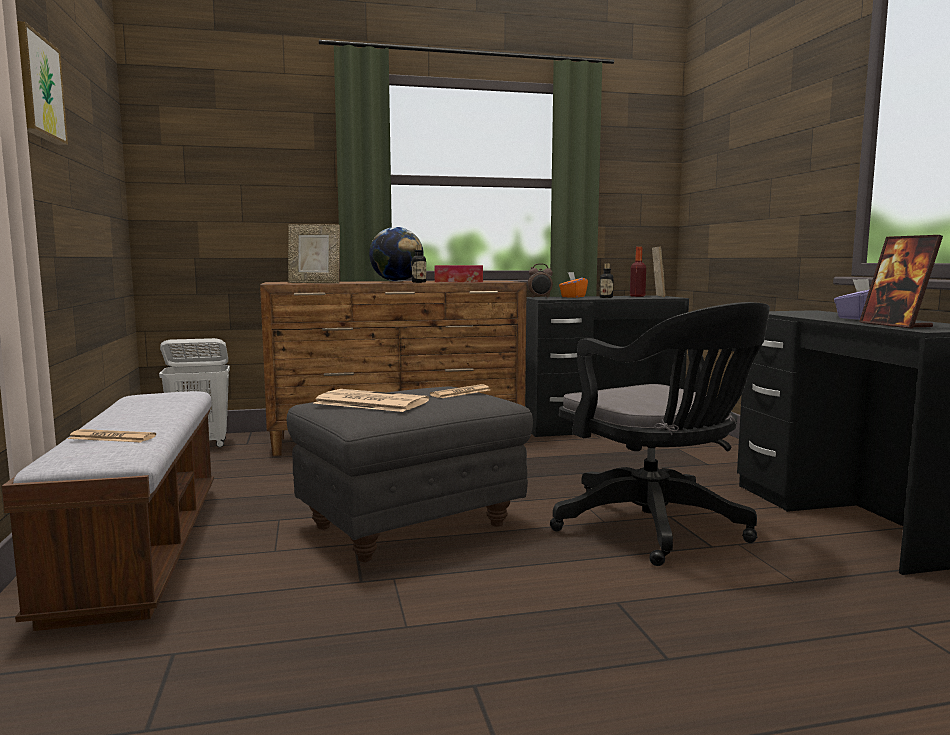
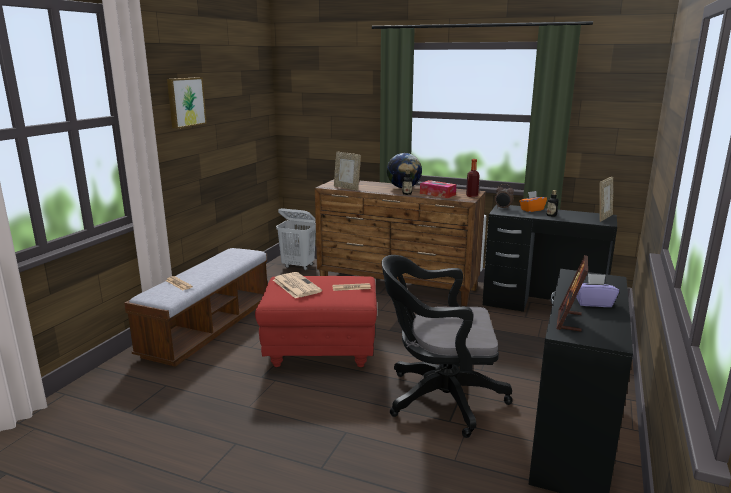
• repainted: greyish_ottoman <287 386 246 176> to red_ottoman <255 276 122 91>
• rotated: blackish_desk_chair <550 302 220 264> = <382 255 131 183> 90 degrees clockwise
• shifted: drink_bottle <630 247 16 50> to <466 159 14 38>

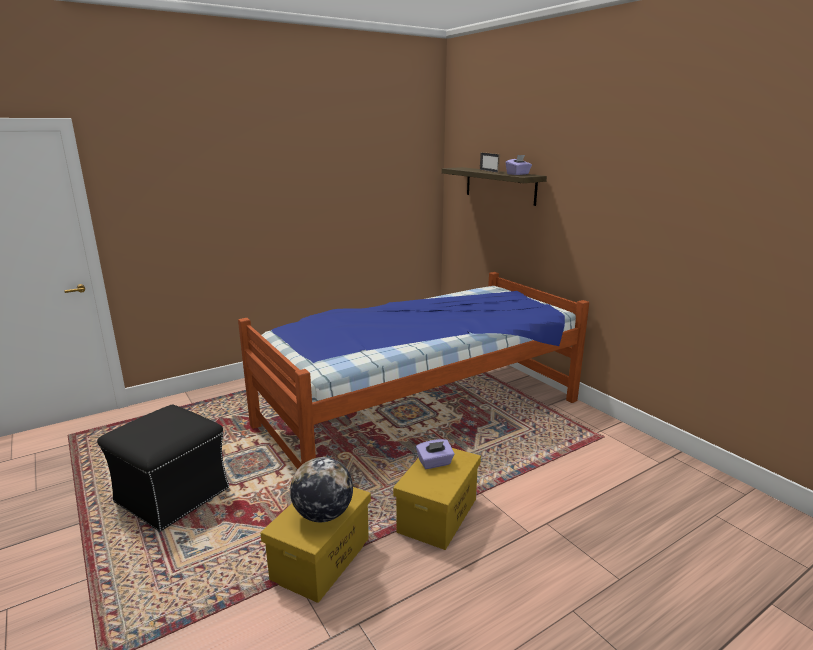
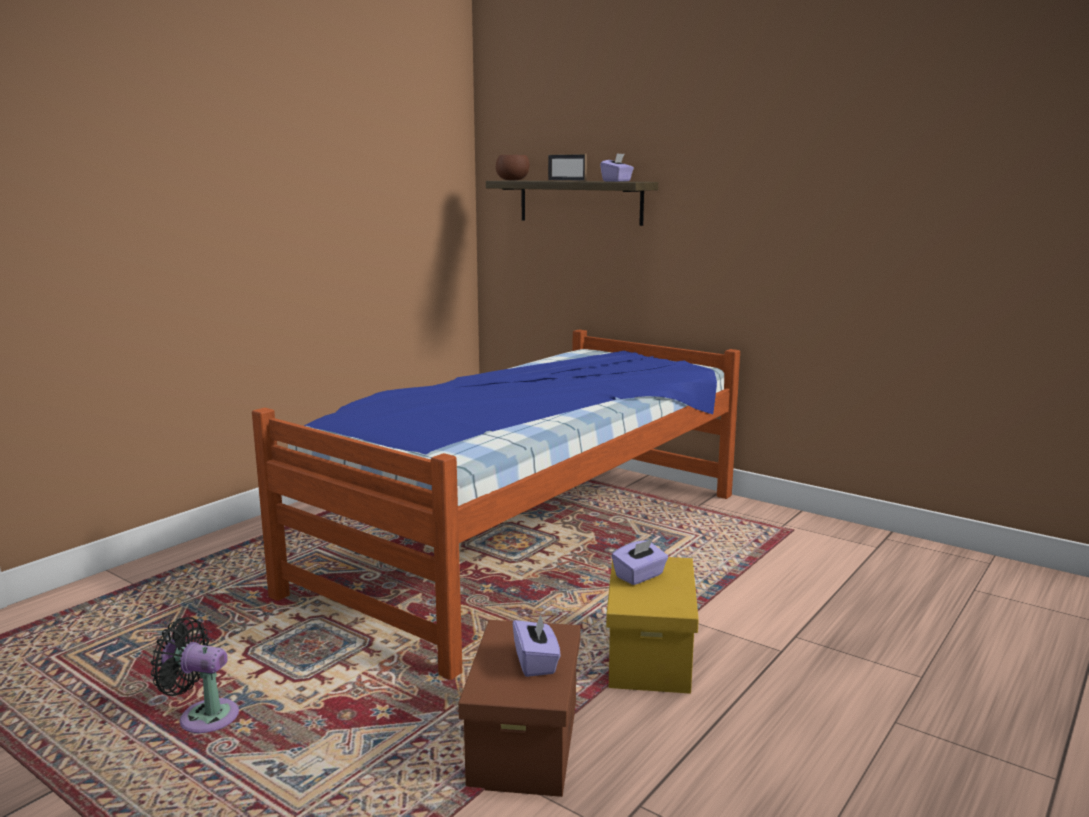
• swapped: blackish_ottoman <97 404 132 128> to blackish_fan <151 617 88 116>
• repainted: yellow_storage_container <260 487 111 116> to brown_storage_container <458 620 123 177>
• new: brown_serving_bowl <496 155 34 25>
• swapped: world_globe <290 457 63 65> to purple-coloured_tissue_box <512 614 49 63>

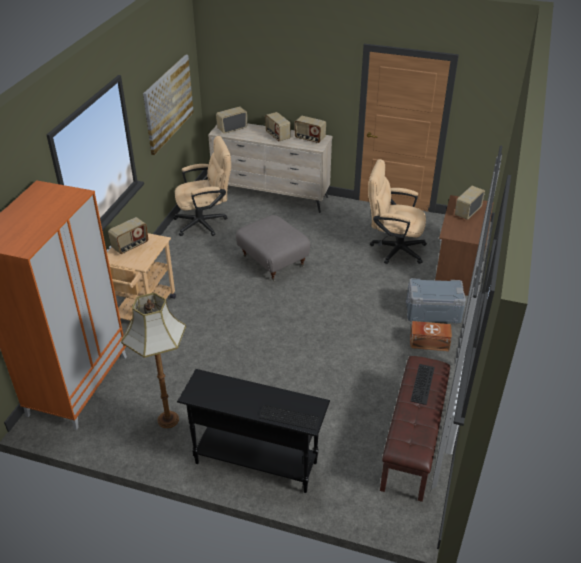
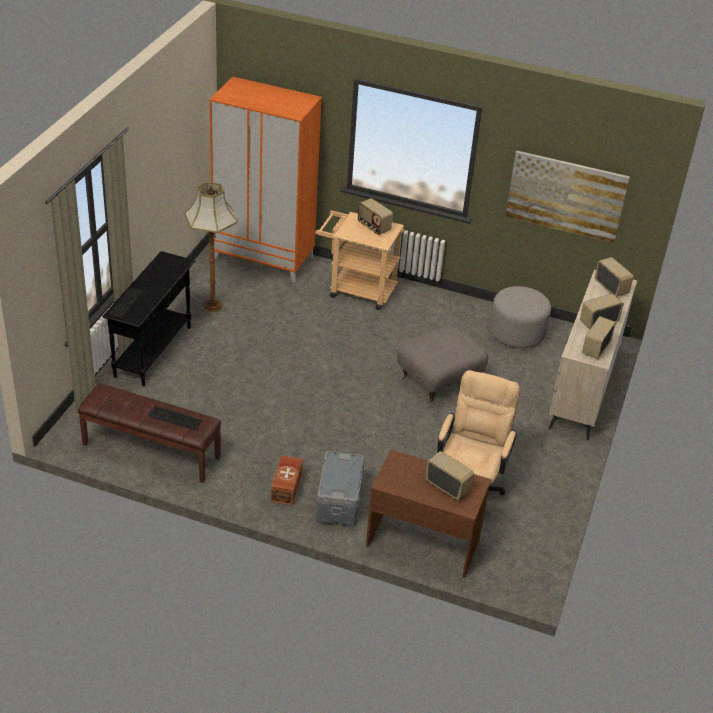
• swapped: sand-coloured_desk_chair <173 136 58 100> to greyish_ottoman <489 286 62 62>

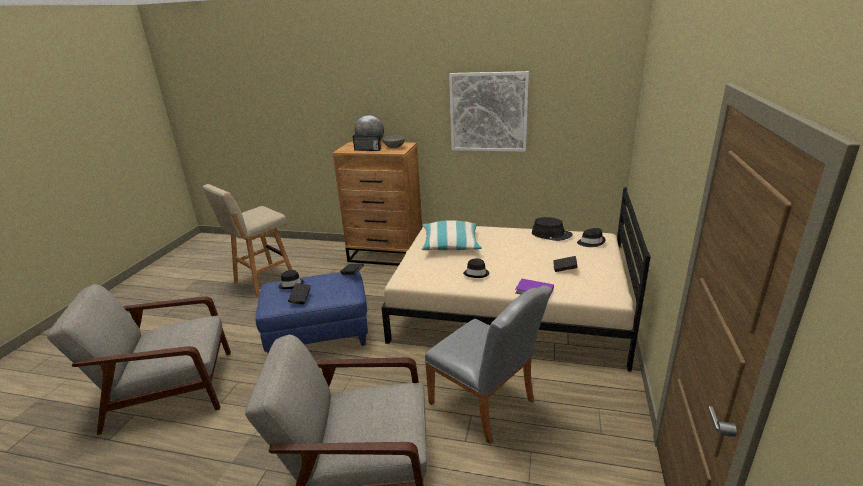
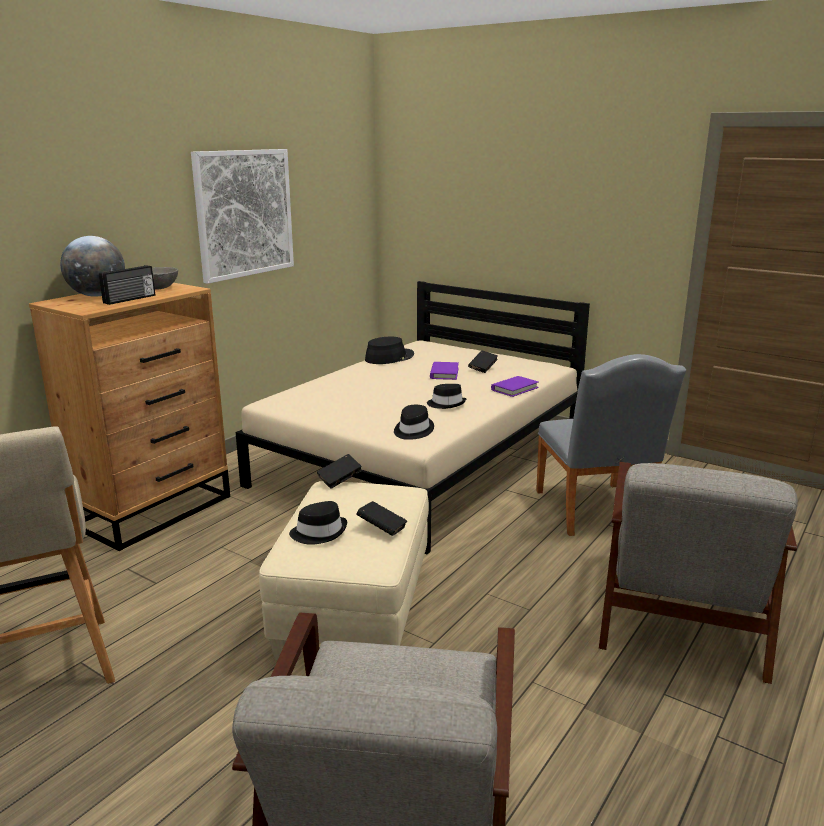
• repainted: blue_ottoman <256 271 112 82> to sand-coloured_ottoman <259 481 170 179>
• shifted: blackish_hat <577 228 29 19> to <394 405 40 35>
• new: purple-coloured_bound_book <430 362 29 18>
• rotated: greyish_plain_chair <425 285 127 159> = <536 354 150 182> 105 degrees clockwise
• gone: pillow <422 220 60 30>

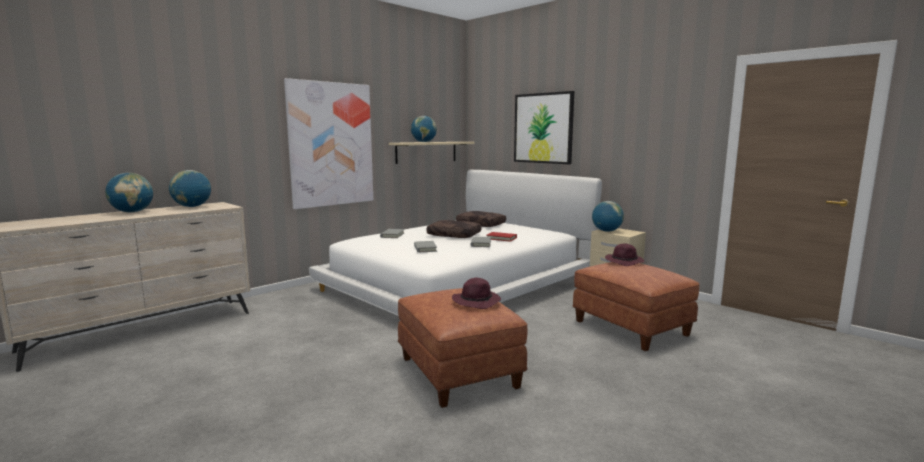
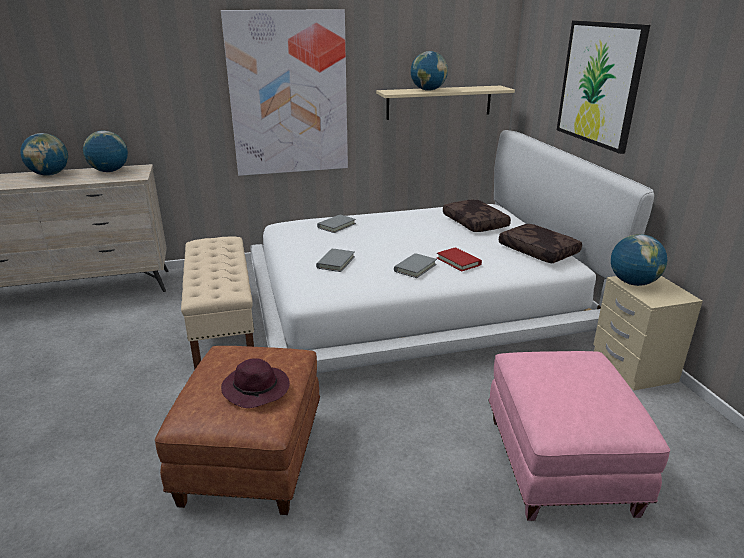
• new: sand-coloured_indoor_bench <181 236 73 133>
• repainted: brown_ottoman <572 262 127 89> to pink_ottoman <488 351 182 170>
• shifted: brown_pillow <426 220 55 18> to <499 224 83 40>
• gone: purple-coloured_hat <605 244 39 22>

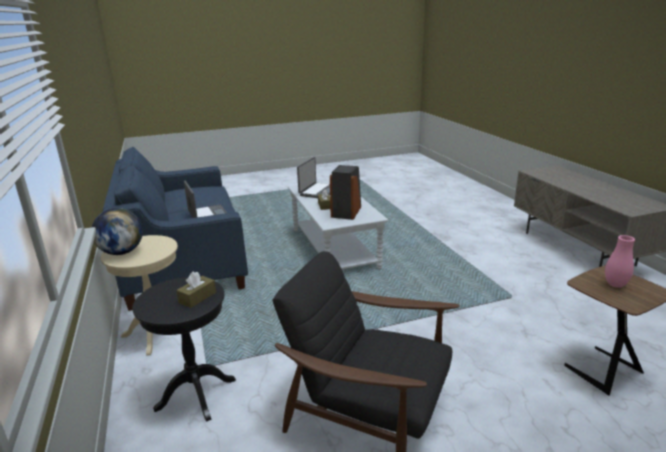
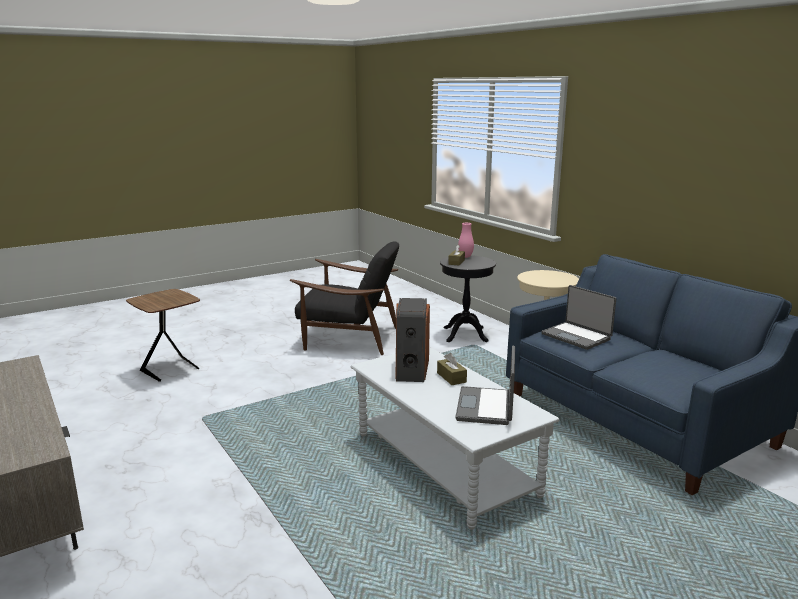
• shifted: pink_decorative_vase <605 235 30 53> to <458 223 16 35>
• gone: world_globe <92 208 51 47>

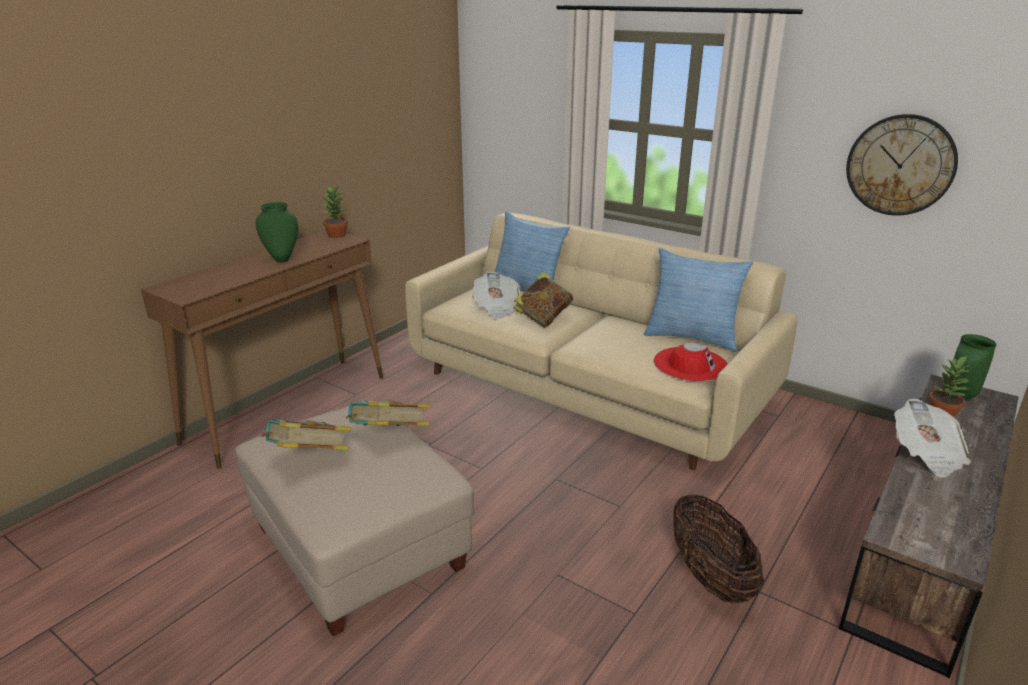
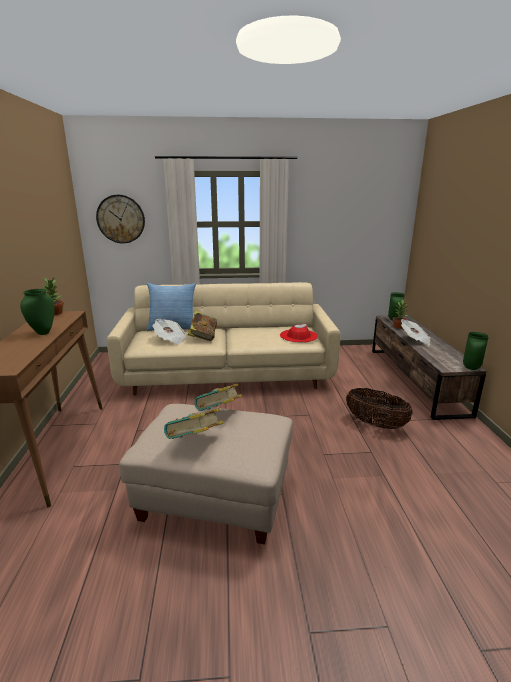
• shifted: clock_on_the_wall <846 114 112 101> to <96 195 49 49>
• new: green-coloured_decorative_vase <463 332 26 38>
• gone: pillow <644 248 109 104>

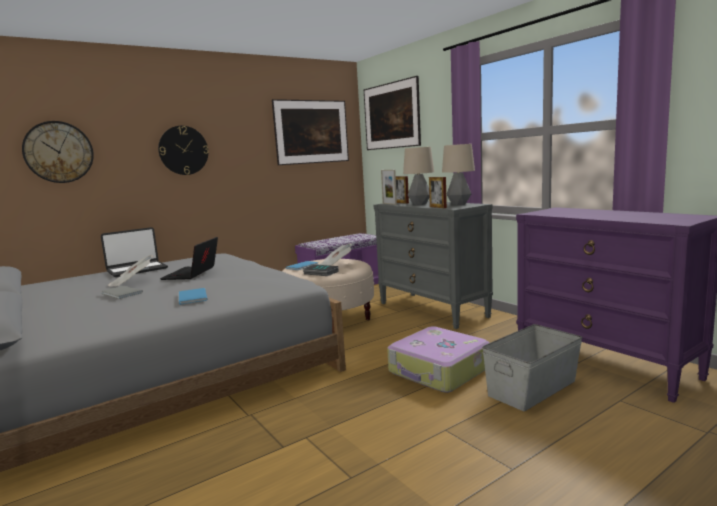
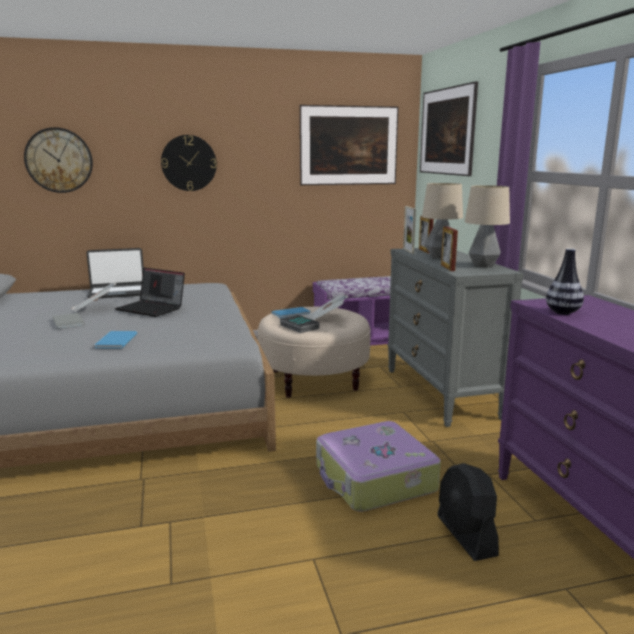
• rotated: laptop <160 237 58 43> = <115 268 70 49> 90 degrees counterclockwise
• swapped: greyish_storage_container <482 324 101 87> to blackish_fan <437 463 62 98>
• new: decorative_vase <546 248 38 67>

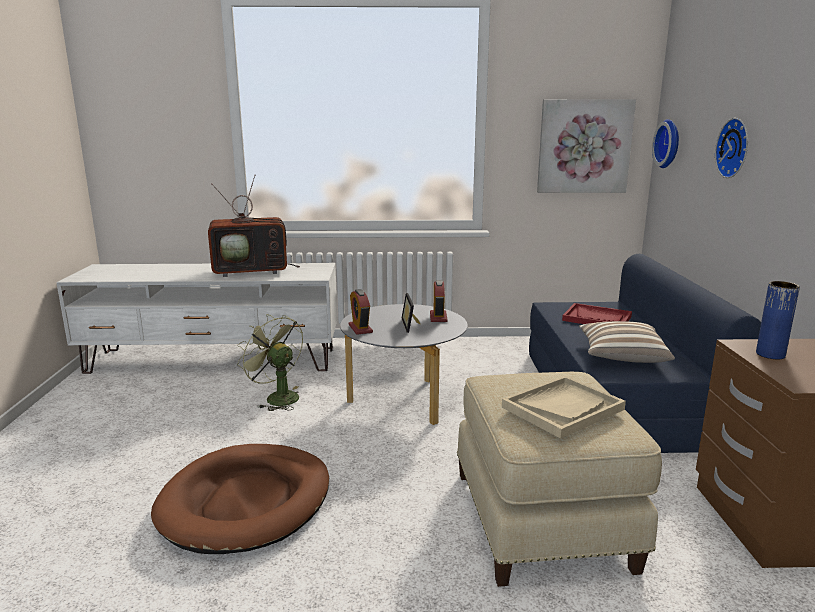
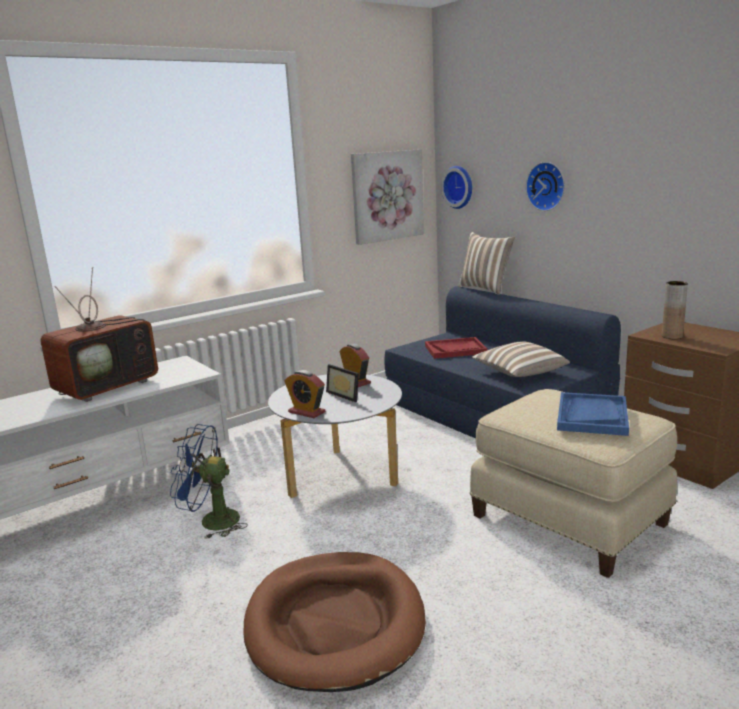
• repainted: green-coloured_fan <237 314 66 97> to blue_fan <170 424 78 115>
• new: pillow <459 232 56 63>
• repainted: sand-coloured_tray <502 376 124 63> to blue_tray <557 392 72 44>
• repainted: blue_decorative_vase <756 281 44 78> to brown_decorative_vase <662 281 26 58>

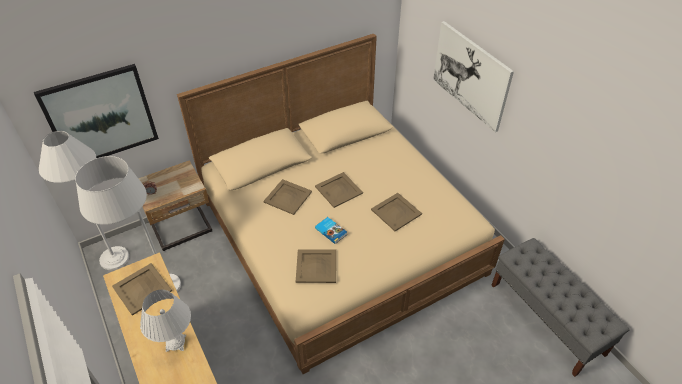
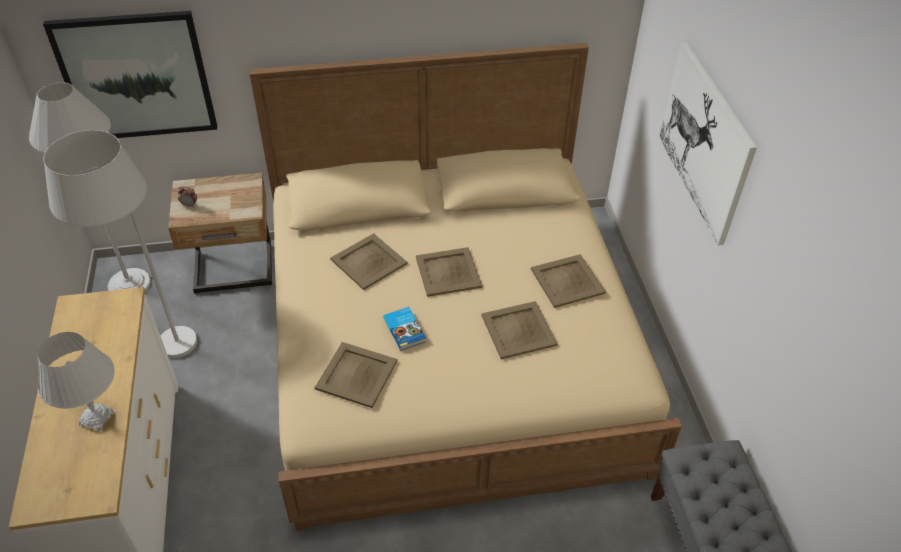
• shifted: sand-coloured_tray <112 263 60 53> to <531 254 75 54>

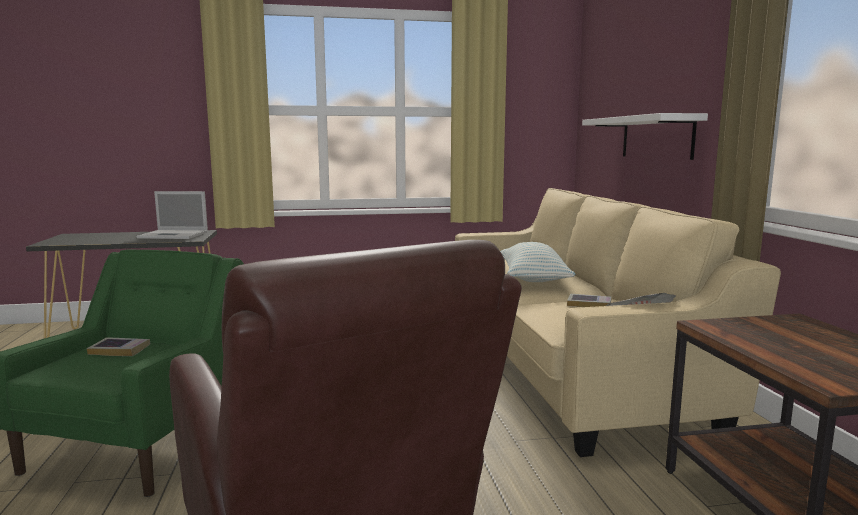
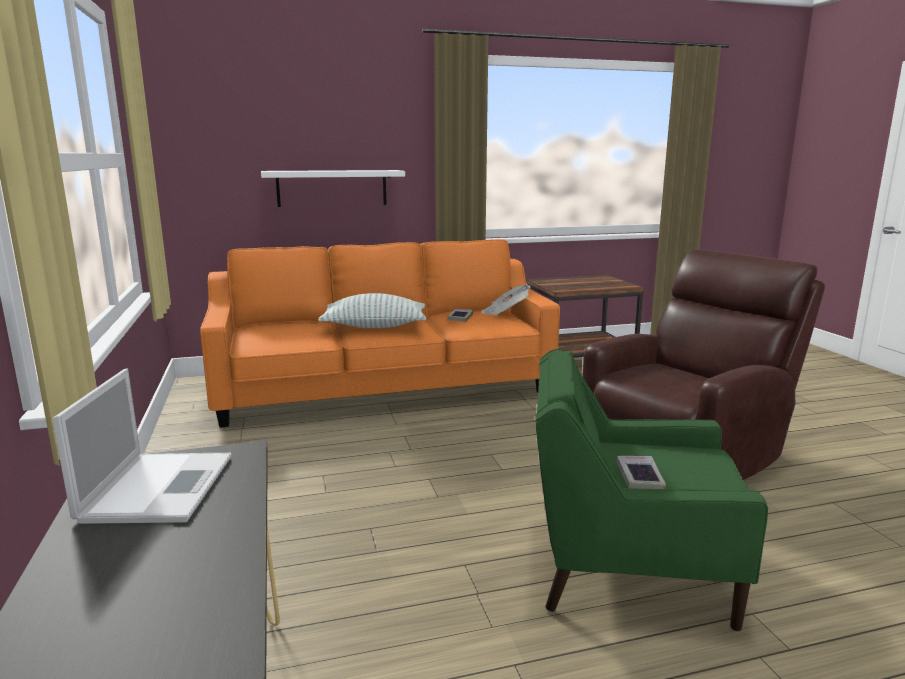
• repainted: sand-coloured_settee <455 188 326 269> to orange_settee <200 239 360 189>

